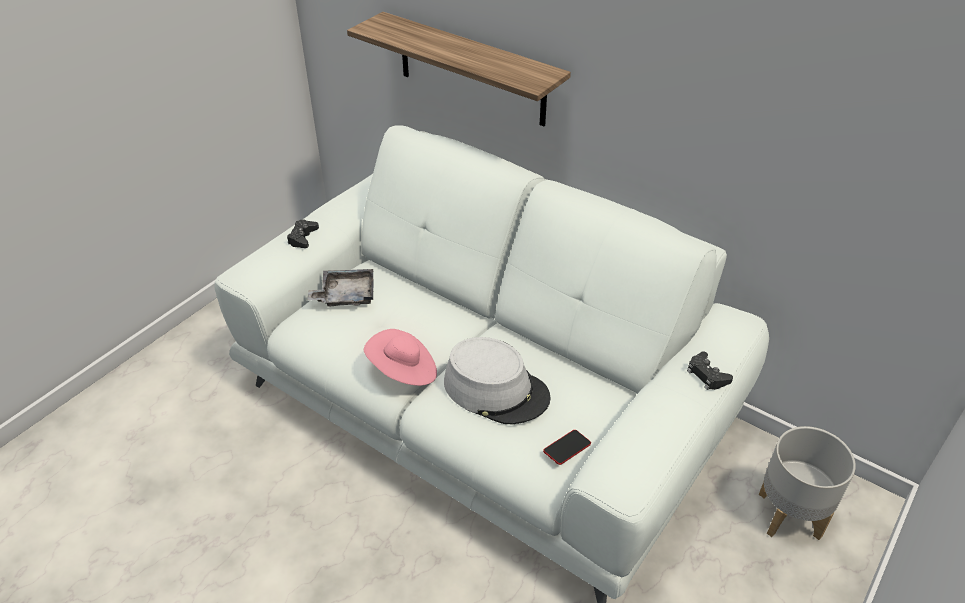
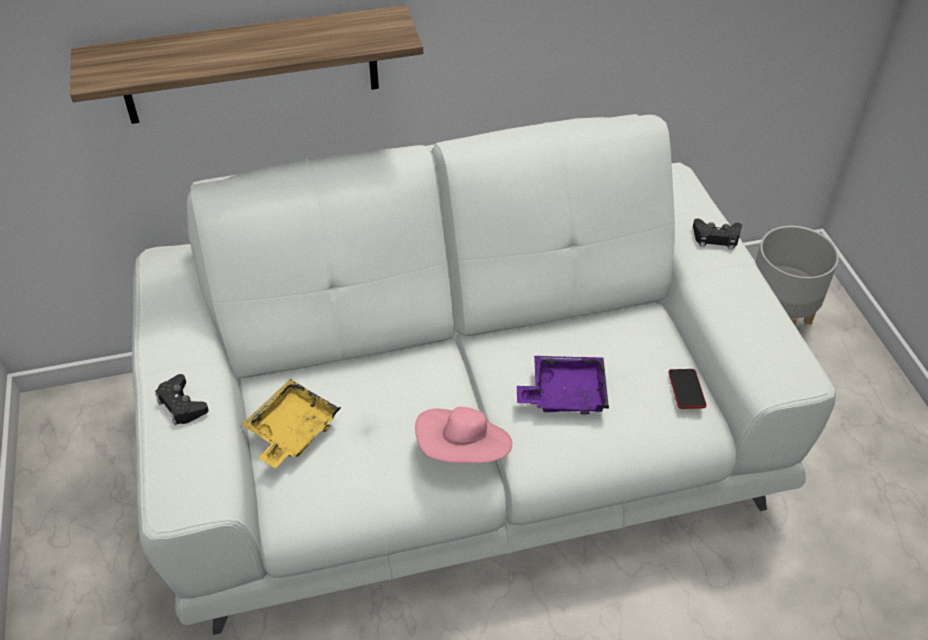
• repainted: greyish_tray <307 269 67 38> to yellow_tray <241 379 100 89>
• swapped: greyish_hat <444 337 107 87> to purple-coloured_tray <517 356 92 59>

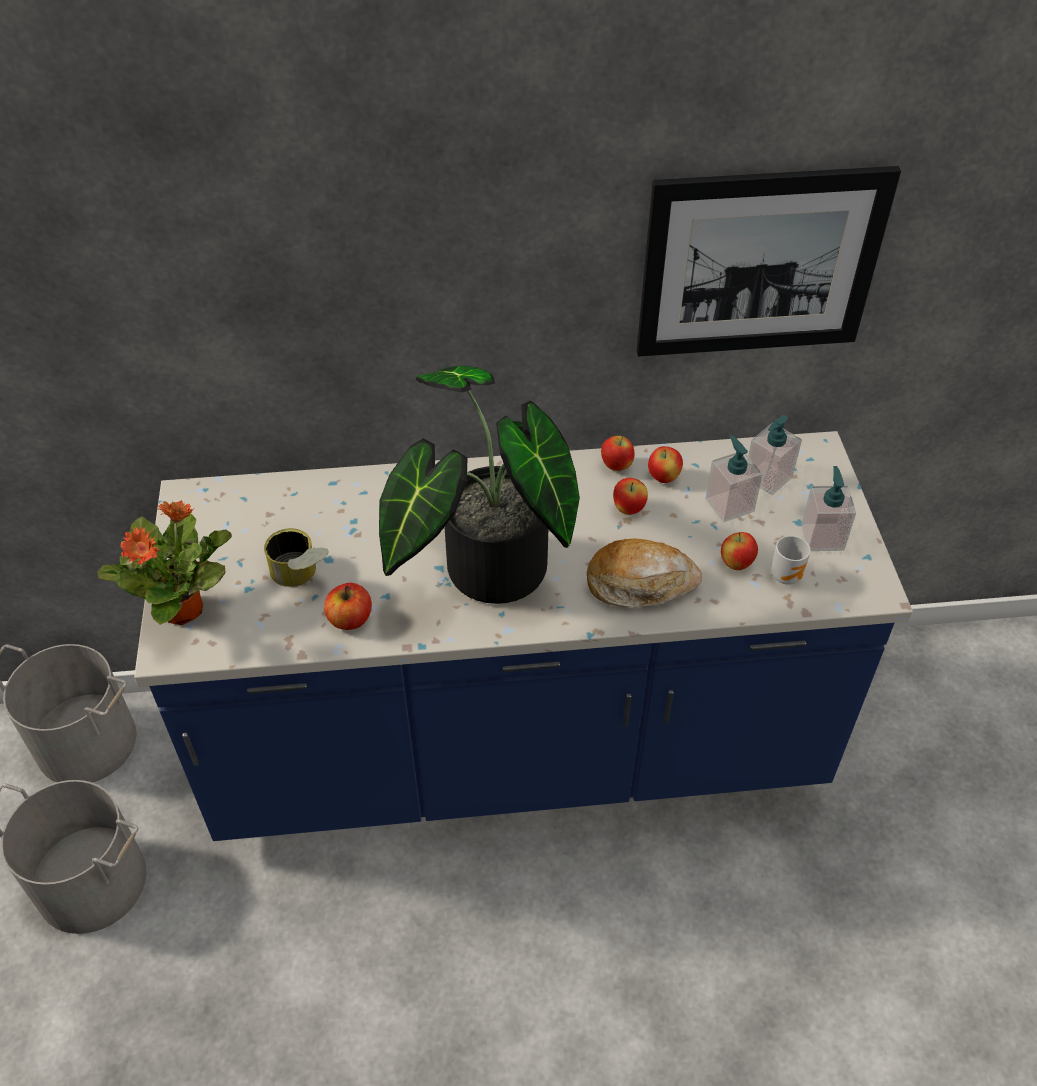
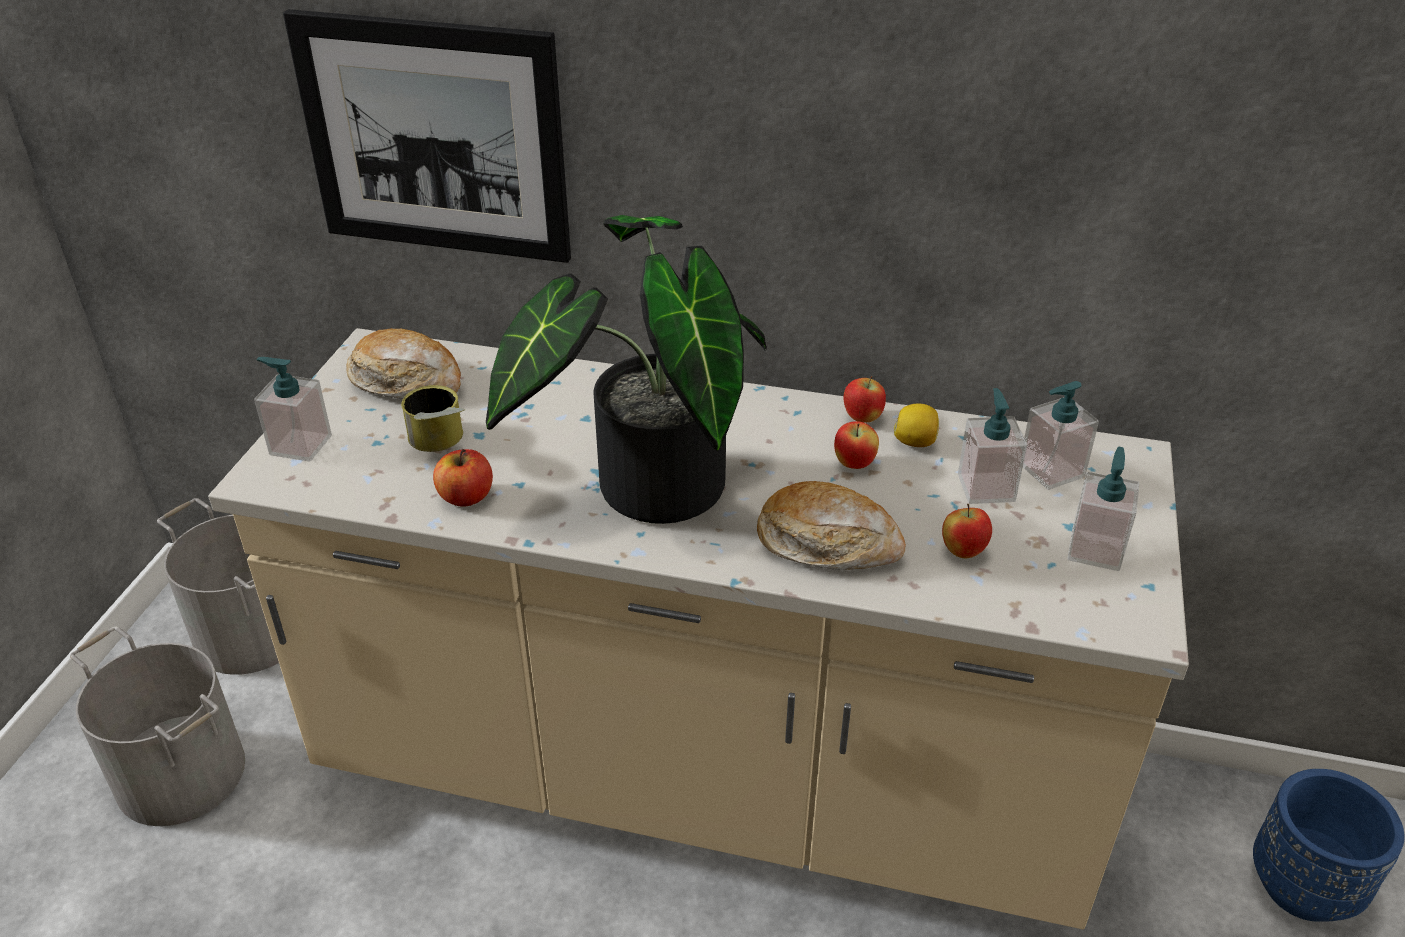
• repainted: blue_counter <134 431 779 410> to sand-coloured_counter <208 328 981 601>
• swapped: plant_in_a_pot <97 500 135 125> to soap_bottle <254 357 78 105>
• shifted: wall_art <636 166 265 191> to <283 9 288 254>
• new: baked_bread <346 328 115 71>
• swapped: apple_fruit <648 446 35 37> to lemon <894 404 45 43>
• new: blue_flower_pot <1253 769 152 153>
• gone: tea_mug <771 536 40 49>

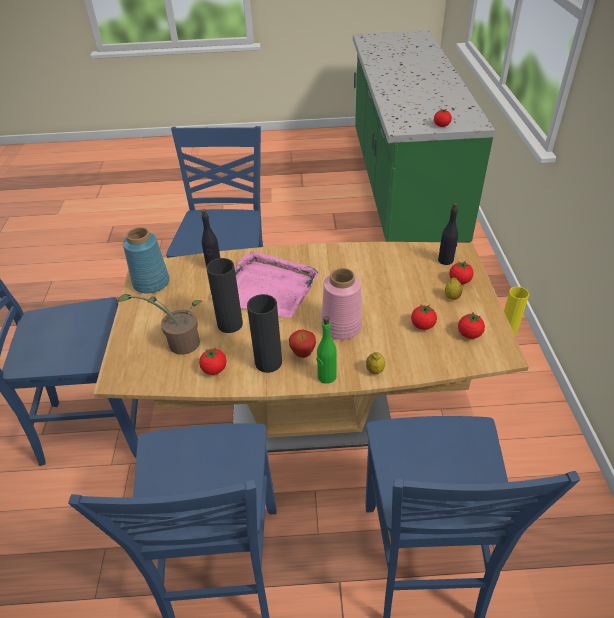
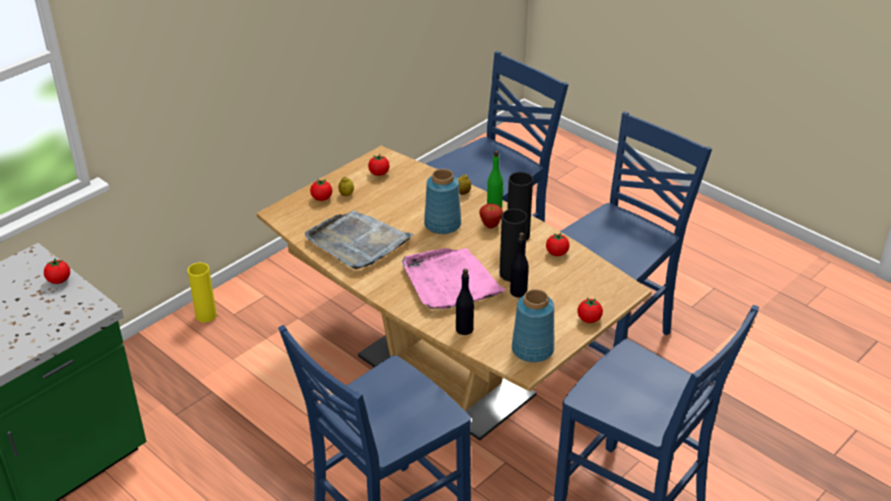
• new: greyish_tray <305 210 110 59>
• repainted: pink_decorative_vase <321 268 41 72> to blue_decorative_vase <424 169 37 65>
• shifted: blackish_drink_bottle <438 203 20 62> to <510 232 19 66>
• shifted: tomato <411 305 26 25> to <577 298 26 25>
• gone: plant_in_a_pot <117 294 85 61>

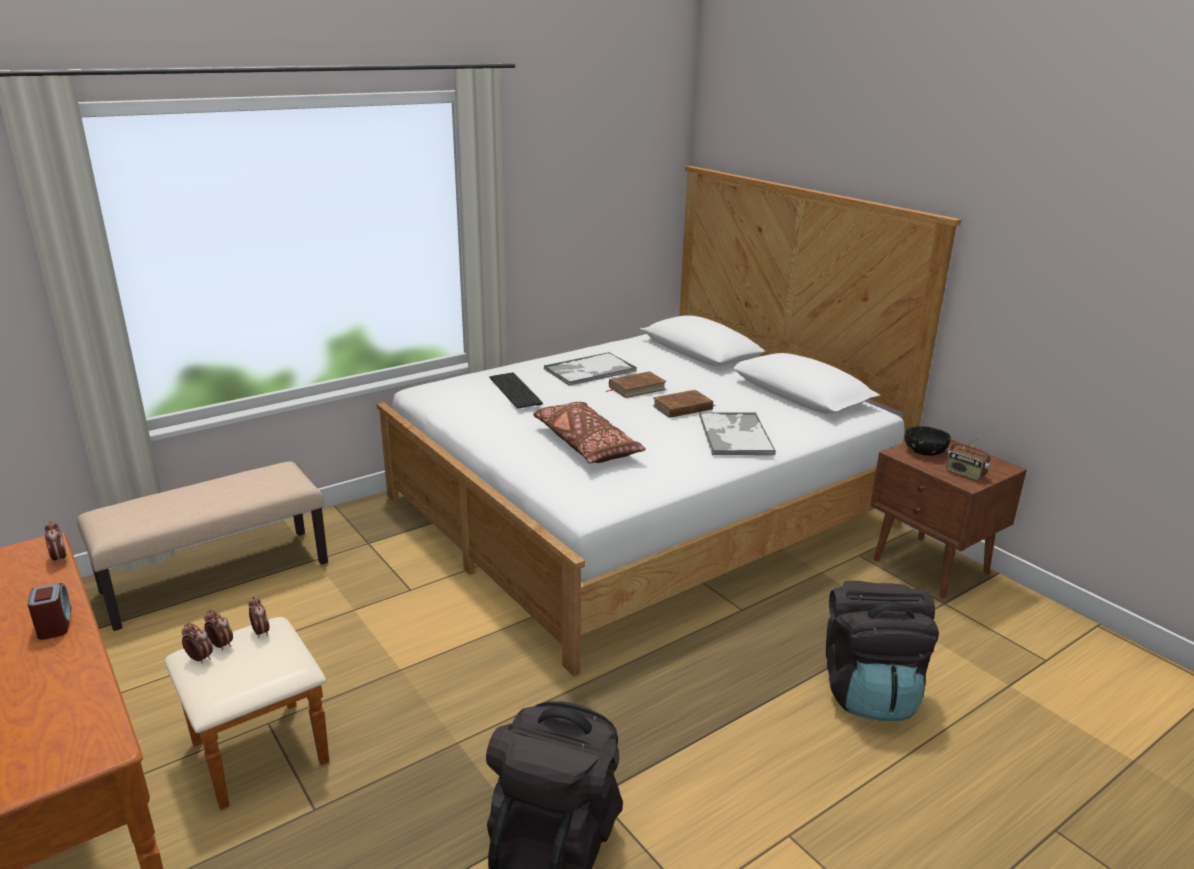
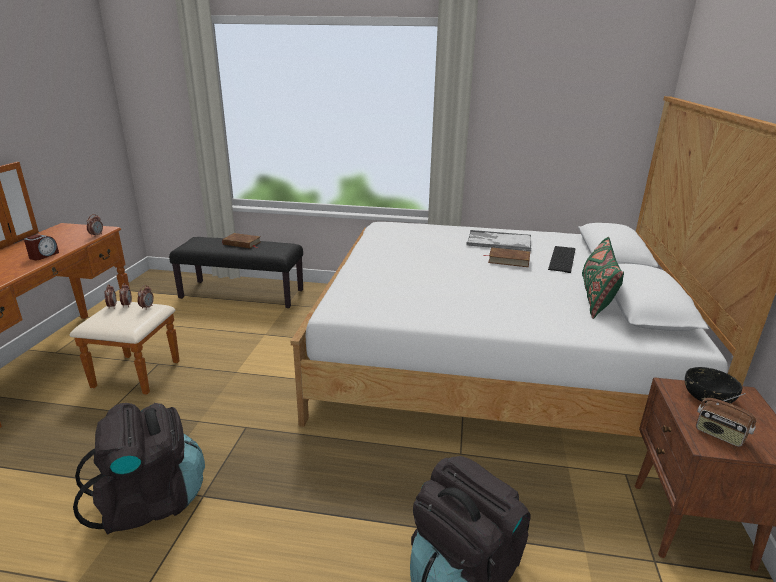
• repainted: sand-coloured_indoor_bench <77 462 251 169> to blackish_indoor_bench <169 237 134 71>
• shifted: brown_bound_book <653 390 62 28> to <222 233 38 15>
• shifted: PC_keyboard <489 372 54 37> to <548 246 28 27>
• new: green-coloured_pillow <582 237 42 82>
• rotated: radio <946 435 45 45> = <696 393 60 54> 45 degrees counterclockwise
• gone: brown_pillow <533 402 113 61>
• gone: tray <699 412 77 43>

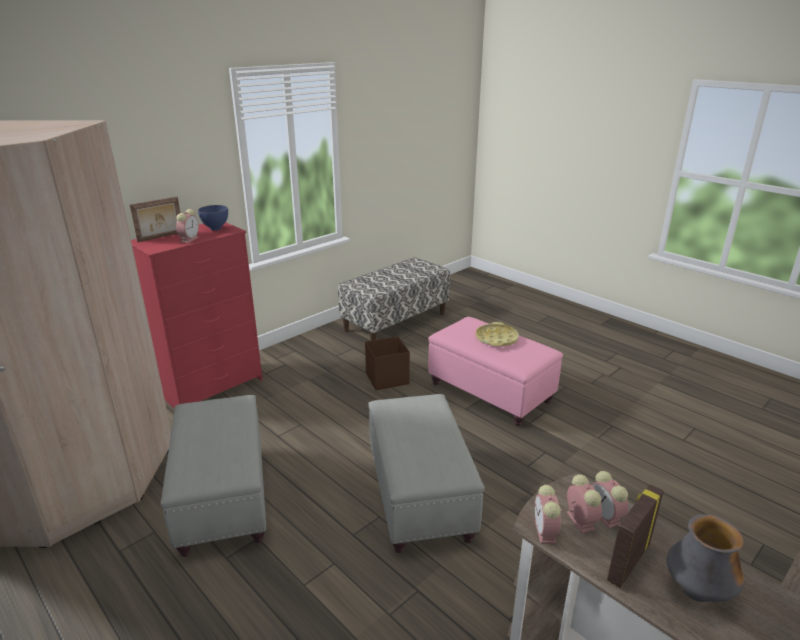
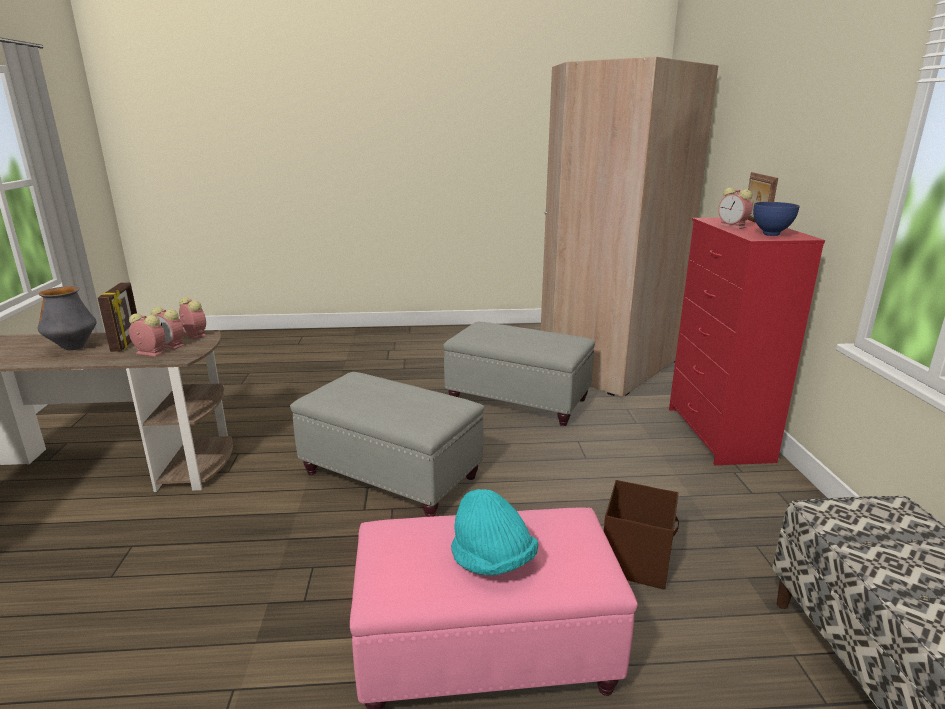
• swapped: yellow_tray <476 322 43 24> to turquoise_hat <451 489 87 87>

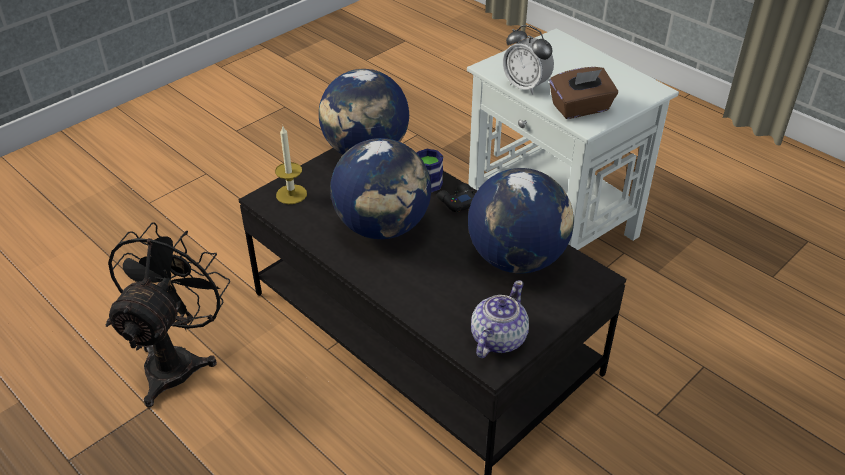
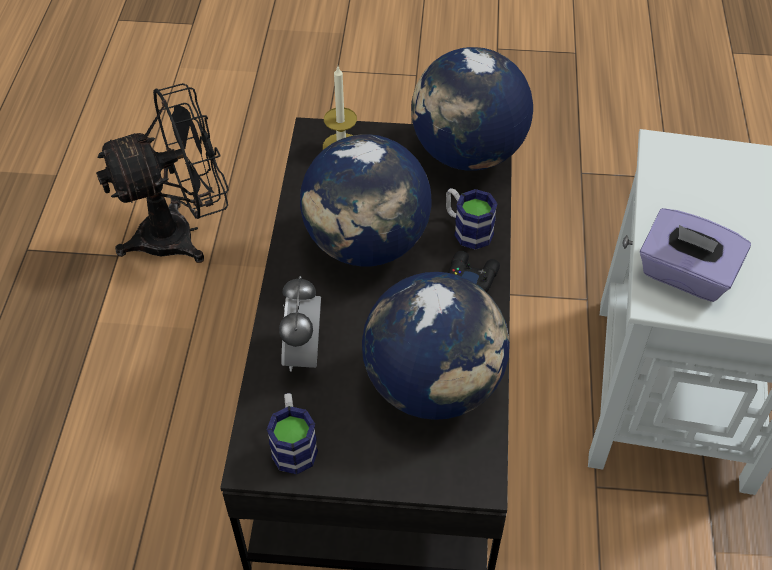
• swapped: teapot <471 280 58 78> to tea_mug <267 393 51 81>
• shifted: table_clock <503 25 51 70> to <279 276 42 96>
• repainted: brown_tissue_box <550 67 68 52> to purple-coloured_tissue_box <640 208 111 94>

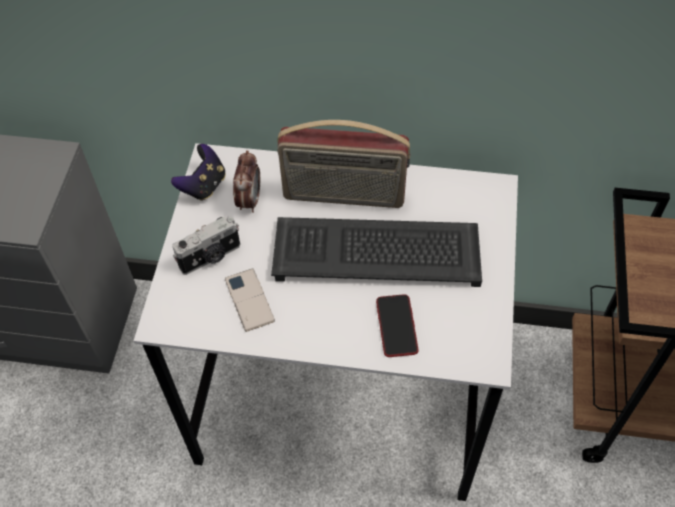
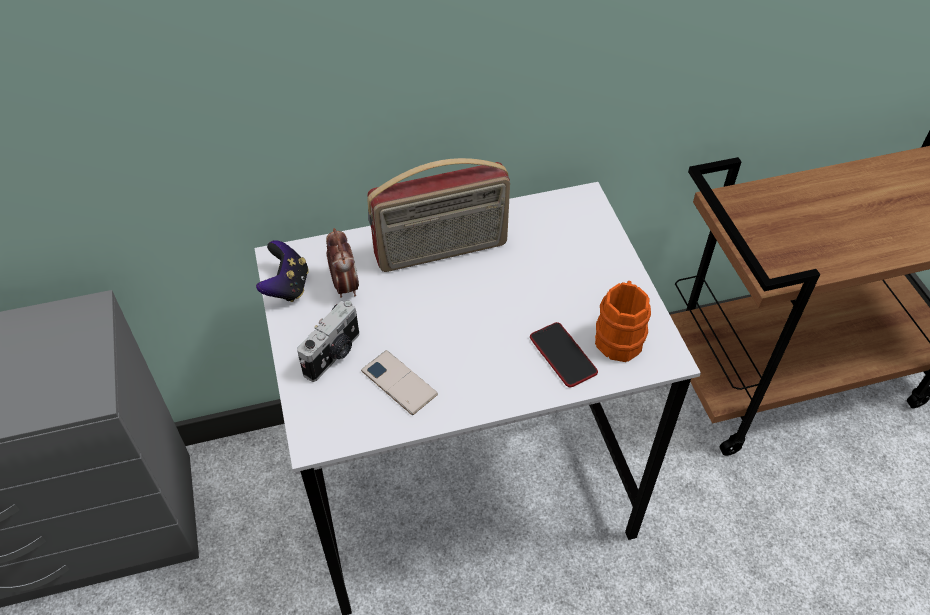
• new: orange_tea_mug <595 281 56 81>
• gone: PC_keyboard <271 217 211 70>

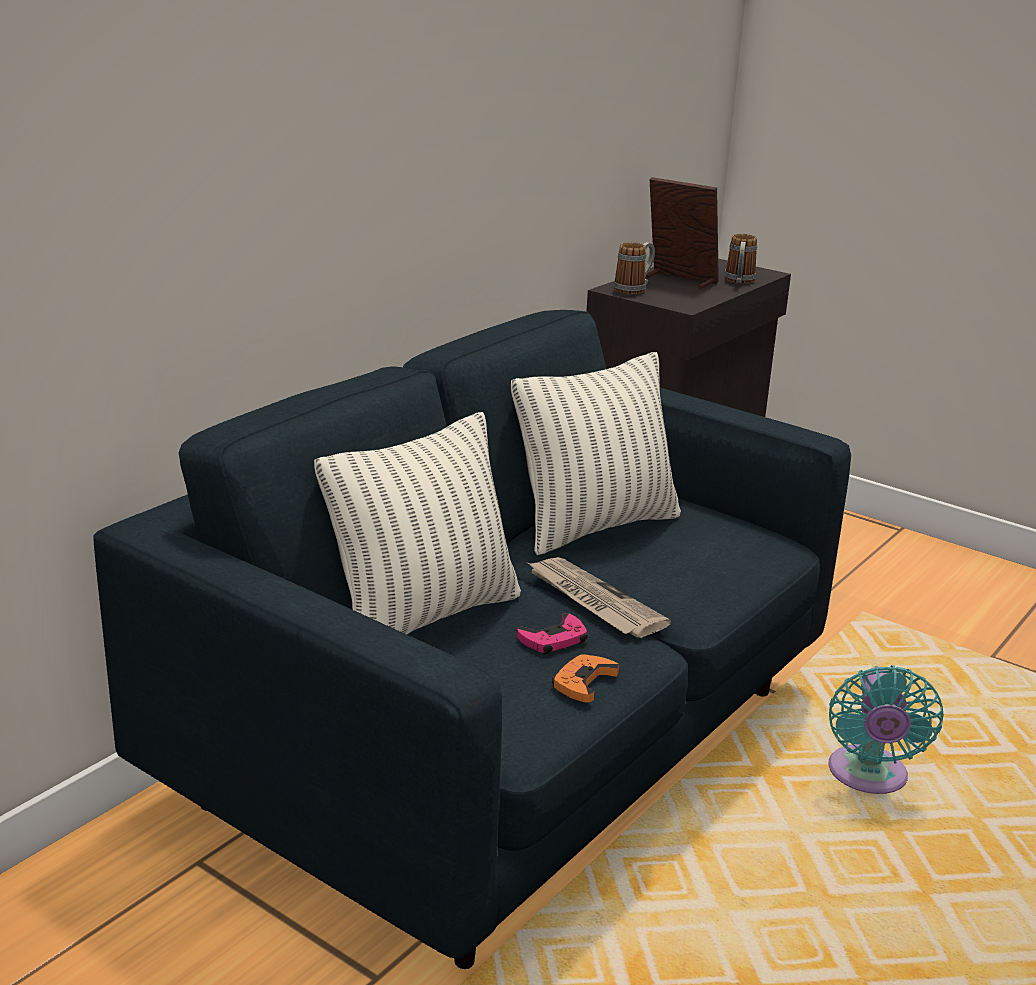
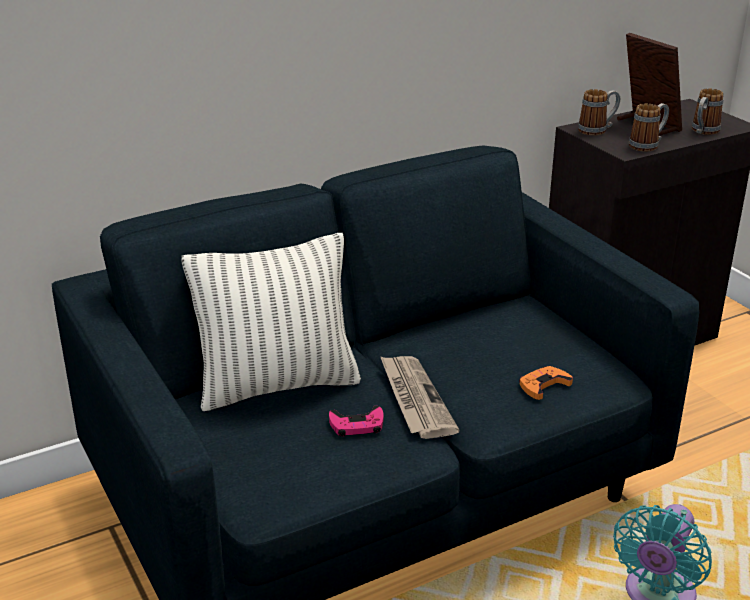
• shifted: orange_joypad <552 654 67 49> to <519 366 54 34>
• new: tea_mug <629 103 40 49>
• gone: pillow <511 352 170 203>

